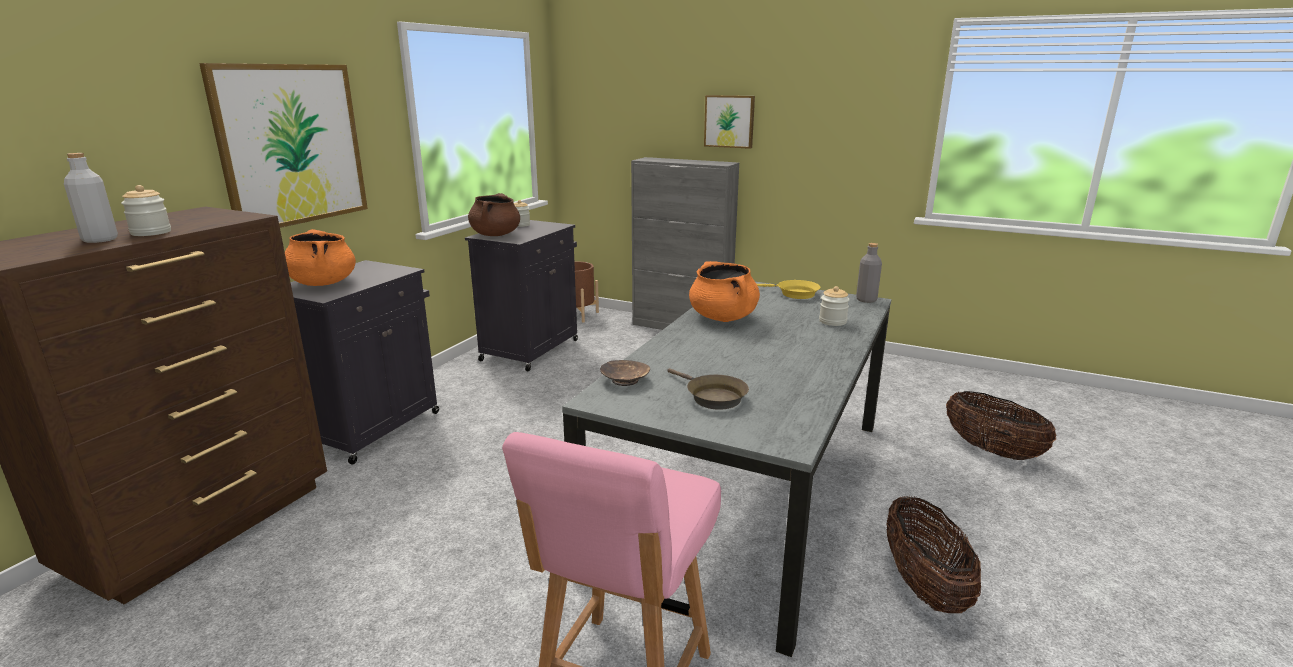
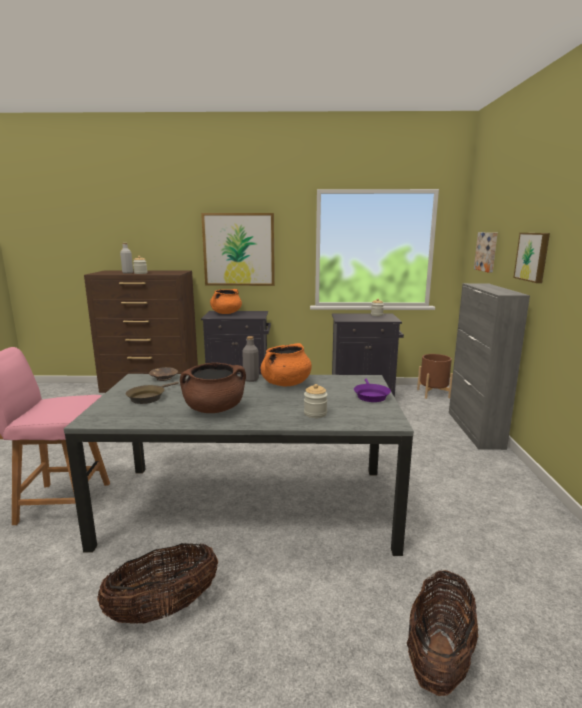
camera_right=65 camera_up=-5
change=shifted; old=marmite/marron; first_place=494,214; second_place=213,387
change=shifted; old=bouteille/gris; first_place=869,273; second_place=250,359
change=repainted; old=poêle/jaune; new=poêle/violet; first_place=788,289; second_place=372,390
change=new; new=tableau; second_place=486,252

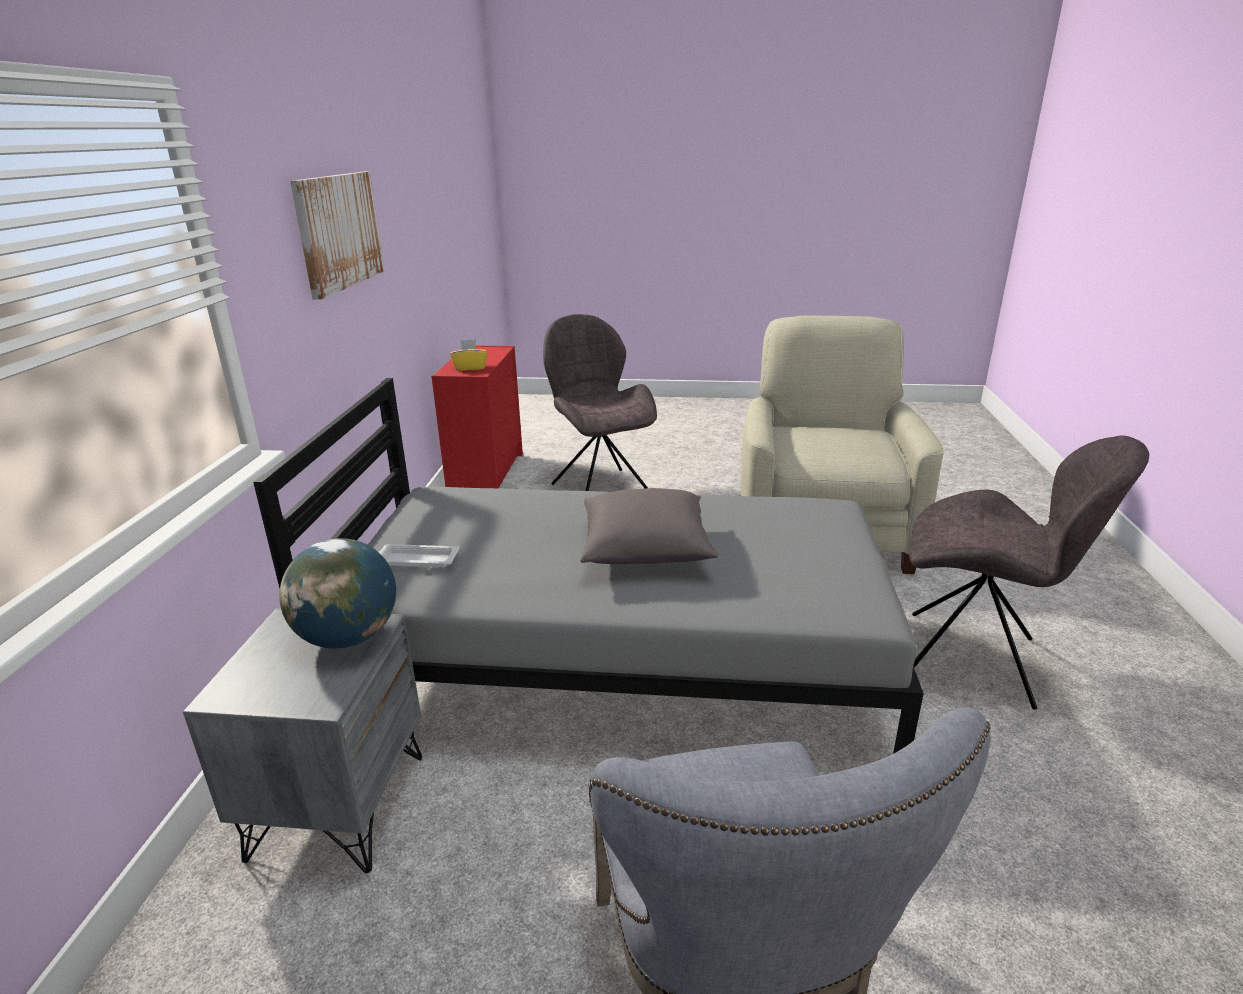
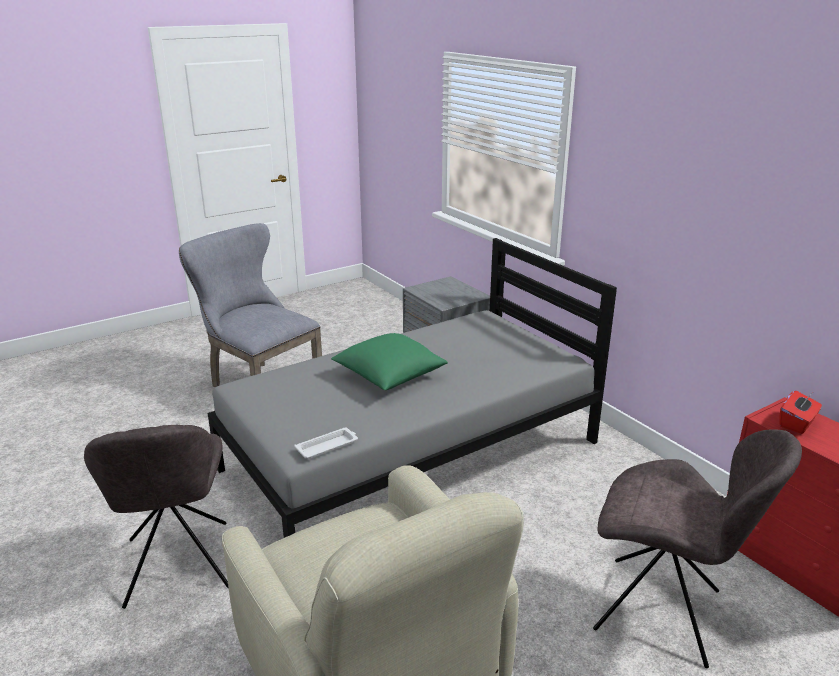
camera_right=140 camera_up=0
change=rotated; old=chaise/gris; first_place=1029,573; second_place=156,517; degrees=-90
change=shifted; old=plateau/blanc; first_place=419,555; second_place=326,443
change=repainted; old=coussin/gris; new=coussin/vert; first_place=649,526; second_place=389,361
change=repainted; old=boîte à mouchoirs/jaune; new=boîte à mouchoirs/rouge; first_place=468,355; second_place=800,412
change=gone; old=globe; first_place=337,593
change=gone; old=tableau; first_place=337,235

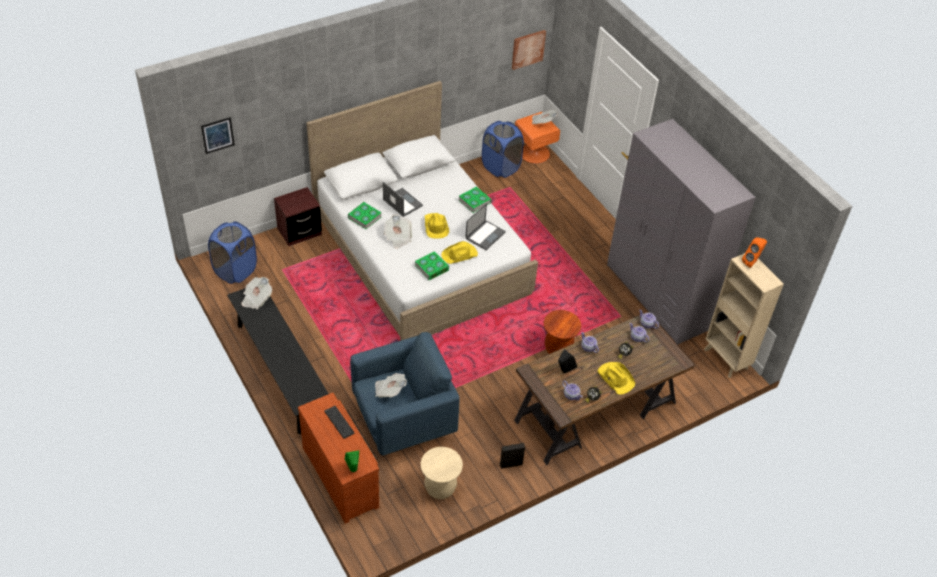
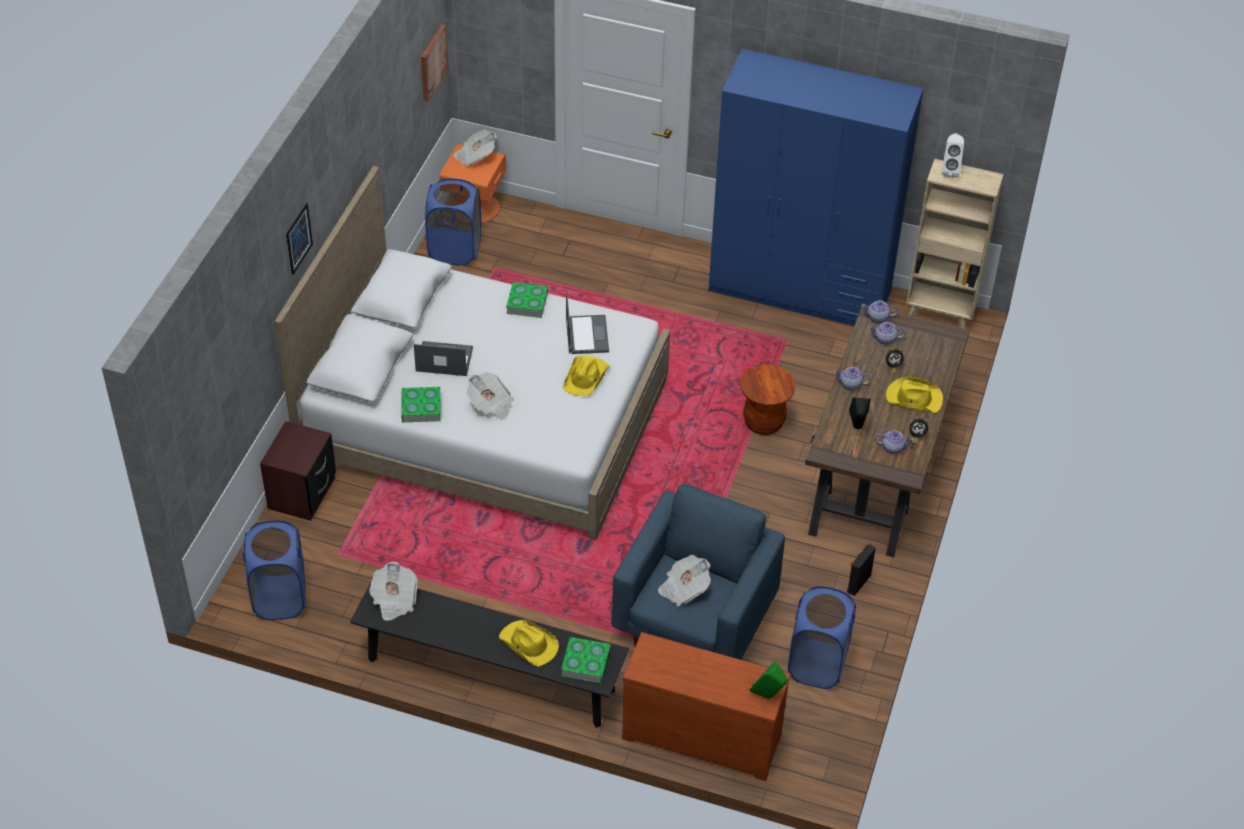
camera_right=-40 camera_up=0
change=shifted; old=tableau; first_place=218,135; second_place=299,239
change=shifted; old=chapeau/jaune; first_place=437,226; second_place=529,643
change=shifted; old=livre; first_place=432,265; second_place=586,660
change=repainted; old=armoire/gris; new=armoire/bleu; first_place=681,232; second_place=816,187
change=swapped; old=tabouret/beige; new=panier à linge/bleu; first_place=442,473; second_place=822,637
change=repainted; old=enceinte/orange; new=enceinte/blanc; first_place=754,252; second_place=953,155
change=gone; old=clavier; first_place=339,422

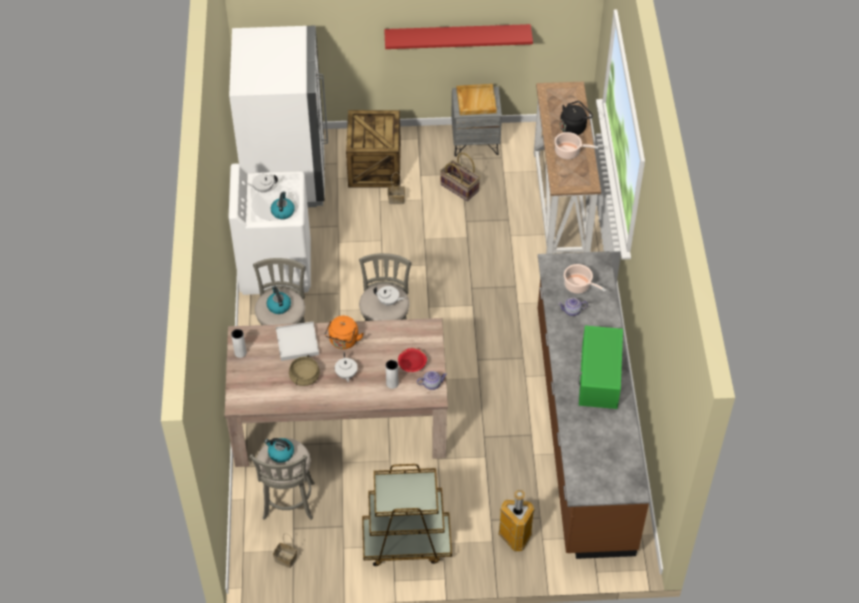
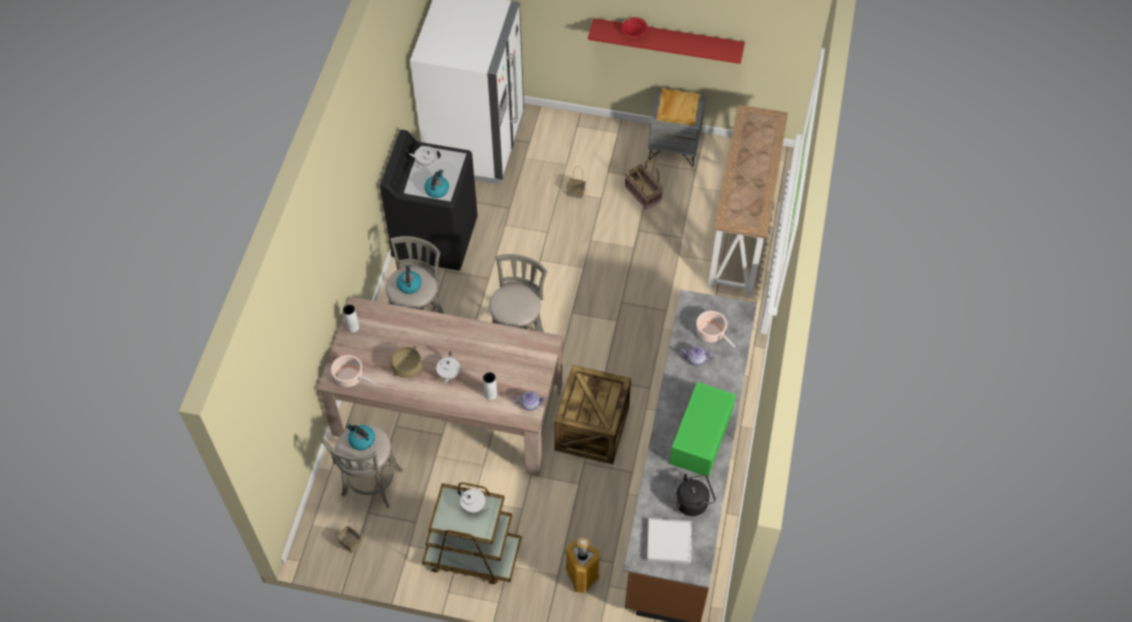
camera_right=15 camera_up=5
change=shifted; old=marmite; first_place=576,145; second_place=353,371
change=repainted; old=lave-linge/blanc; new=lave-linge/noir; first_place=269,229; second_place=429,200
change=shifted; old=théière/blanc; first_place=389,296; second_place=474,501
change=shifted; old=caisse; first_place=373,149; second_place=592,414
change=shifted; old=bol/rouge; first_place=412,360; second_place=635,27
change=shifted; old=plateau/blanc; first_place=297,341; second_place=669,541
change=shifted; old=bouilloire/noir; first_place=576,118; second_place=696,495
change=gone; old=bouilloire/orange; first_place=344,332

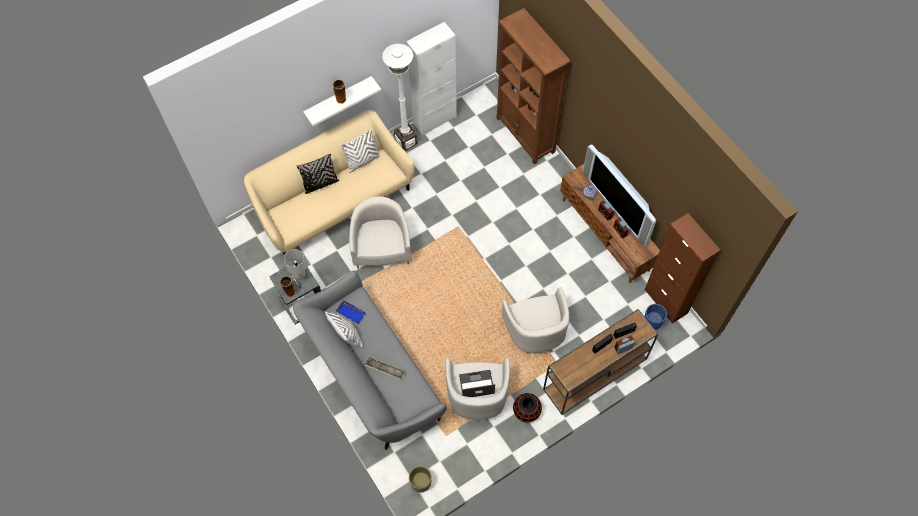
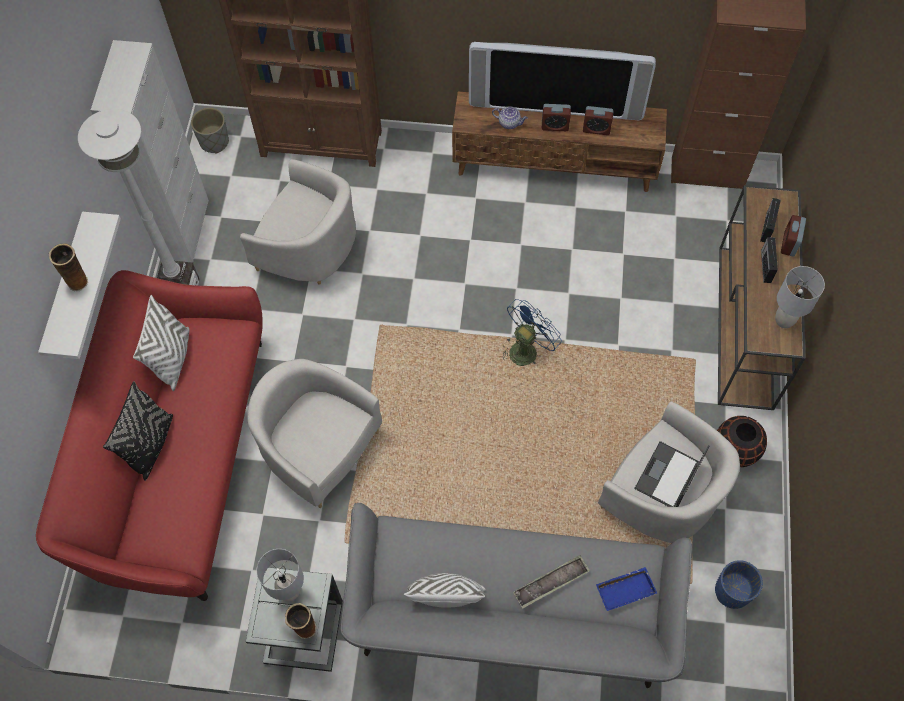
camera_right=-50 camera_up=0
change=repainted; old=canapé/beige; new=canapé/rouge; first_place=329,183; second_place=149,435
change=shifted; old=cache-pot/gris; first_place=420,479; second_place=210,130
change=shifted; old=fauteuil/blanc; first_place=535,320; second_place=298,222
change=new; new=ventilateur/bleu; second_place=532,332
change=shifted; old=plateau/bleu; first_place=351,312; second_place=626,589
change=shifted; old=cache-pot/bleu; first_place=656,317; second_place=739,584
change=new; new=lampe de table/gris; second_place=800,297

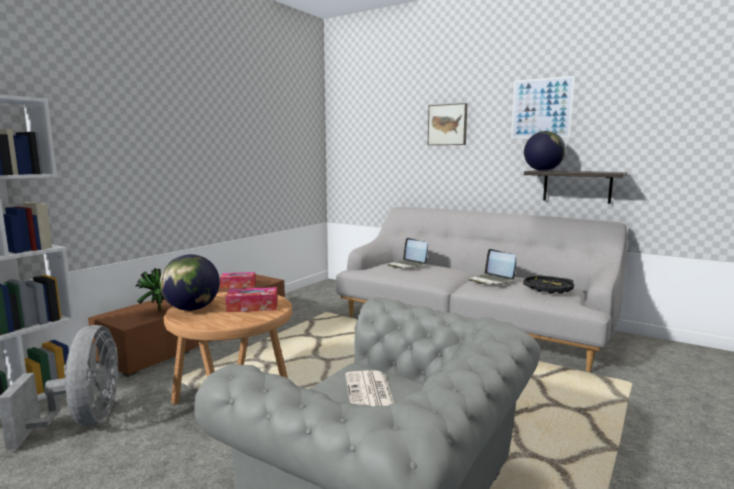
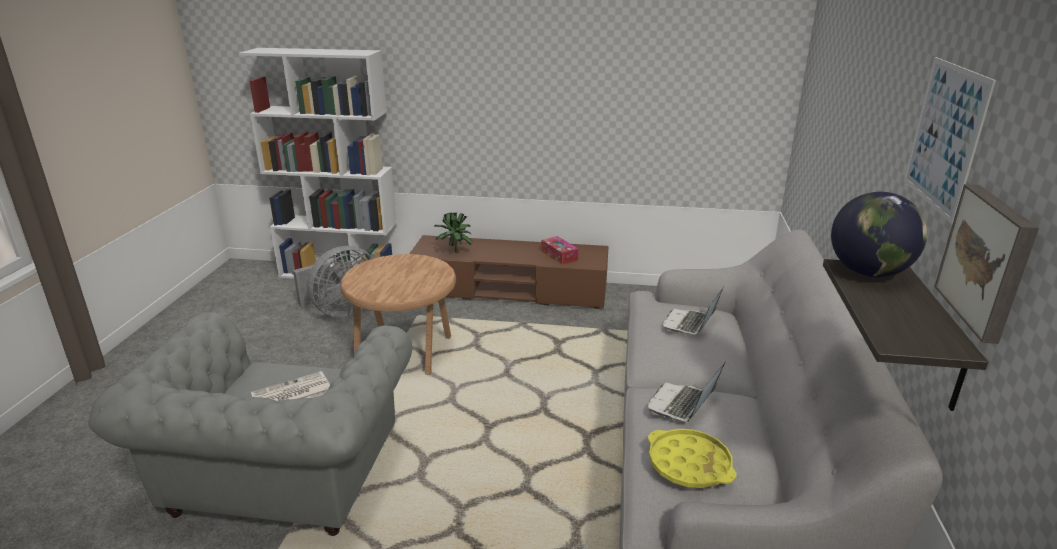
camera_right=65 camera_up=15
change=repainted; old=plateau/noir; new=plateau/jaune; first_place=548,285; second_place=692,458
change=shifted; old=tableau; first_place=447,124; second_place=986,264
change=gone; old=globe; first_place=190,282
change=gone; old=boîte à mouchoirs; first_place=252,299

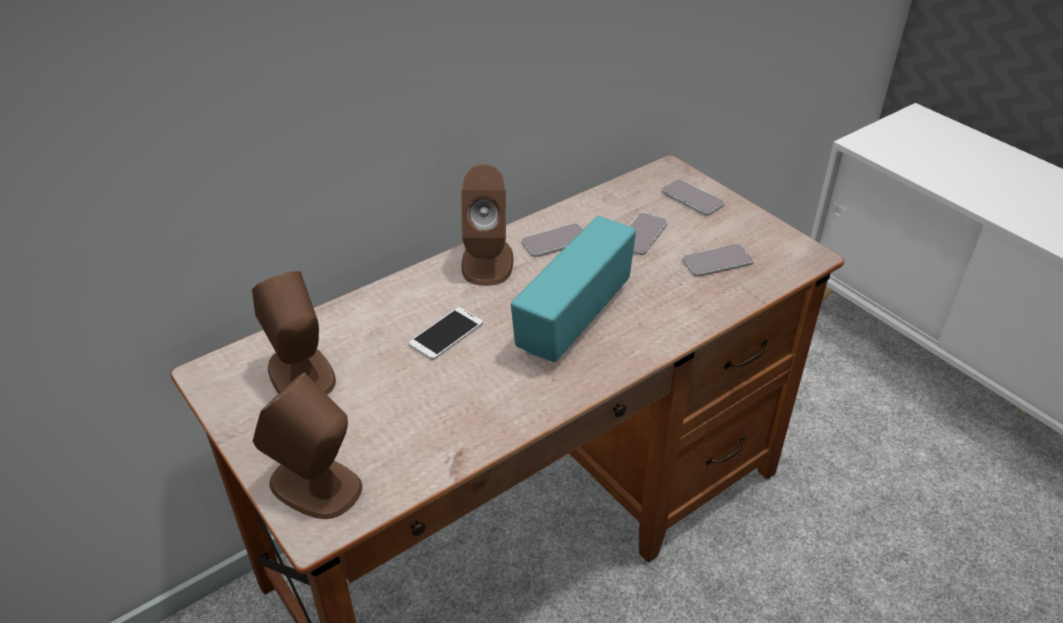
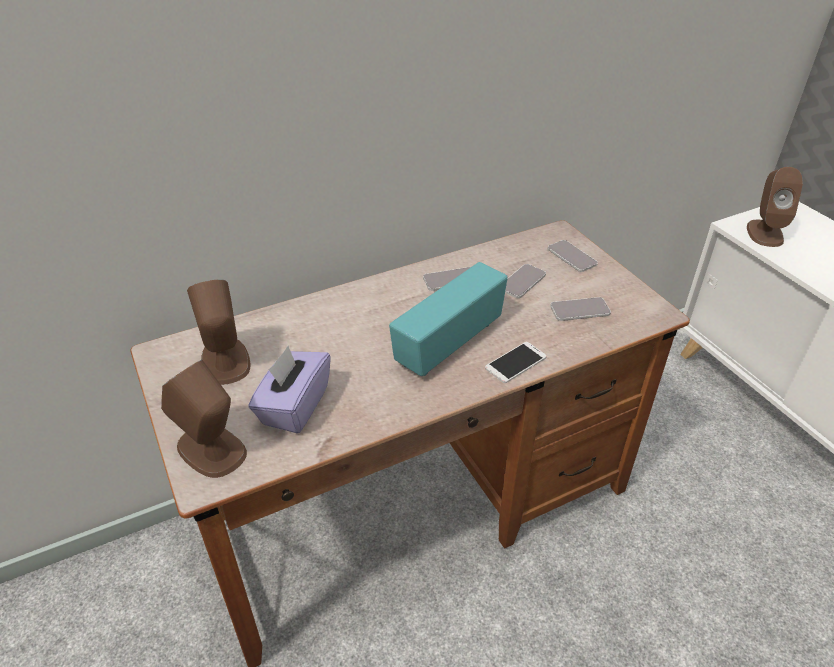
camera_right=10 camera_up=0
change=new; new=boîte à mouchoirs/violet; second_place=289,390
change=shifted; old=téléphone; first_place=446,333; second_place=515,362
change=shifted; old=enceinte/marron; first_place=487,225; second_place=775,207

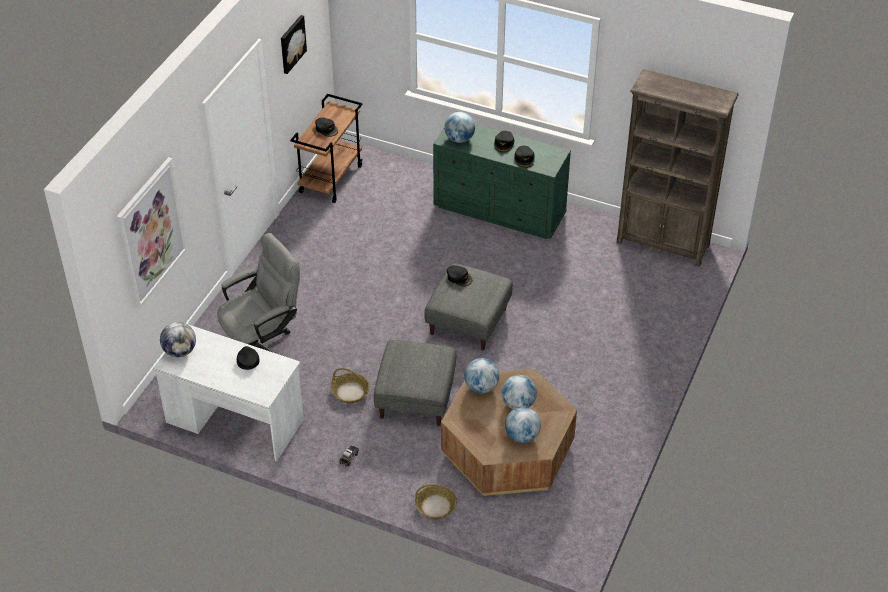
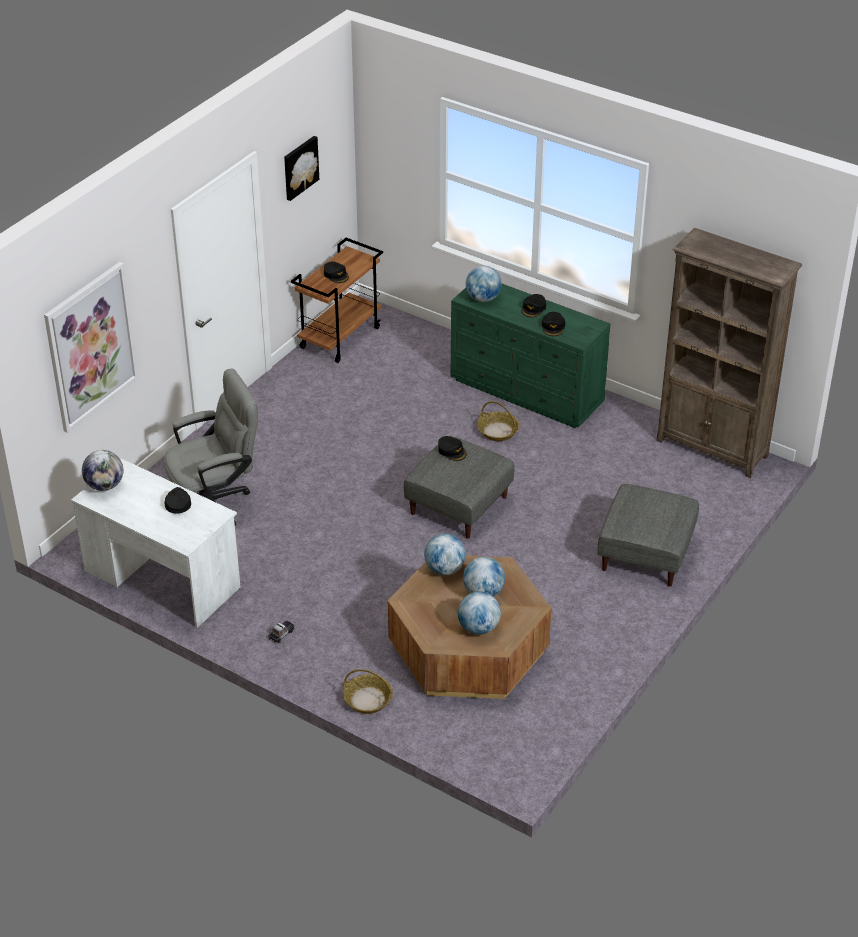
camera_right=10 camera_up=-5
change=shifted; old=panier; first_place=350,385; second_place=498,421
change=shifted; old=pouf/gris; first_place=415,383; second_place=648,535

